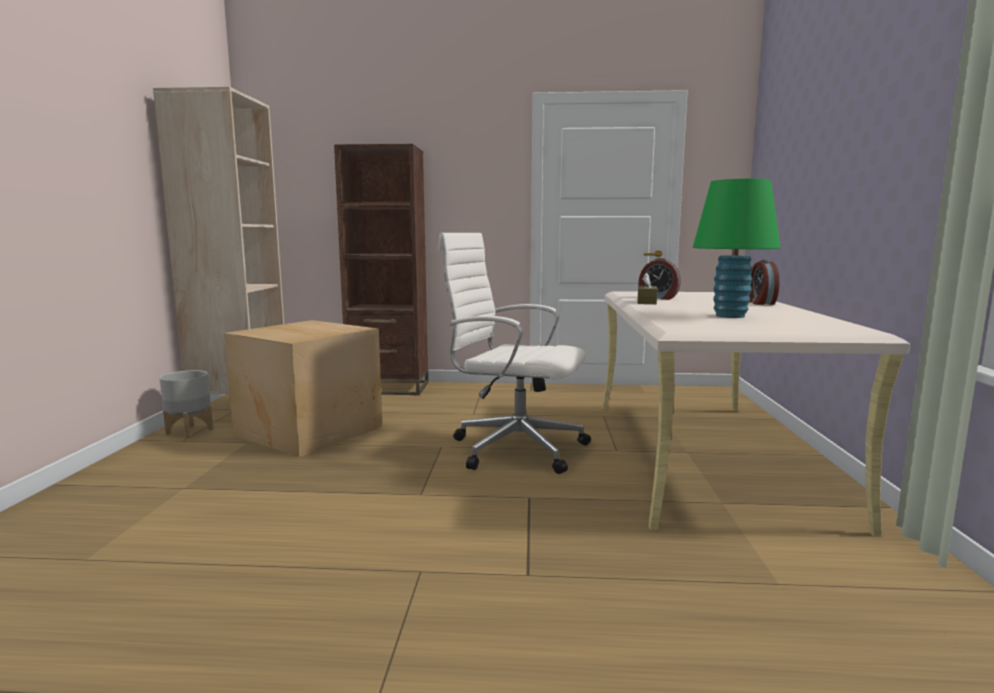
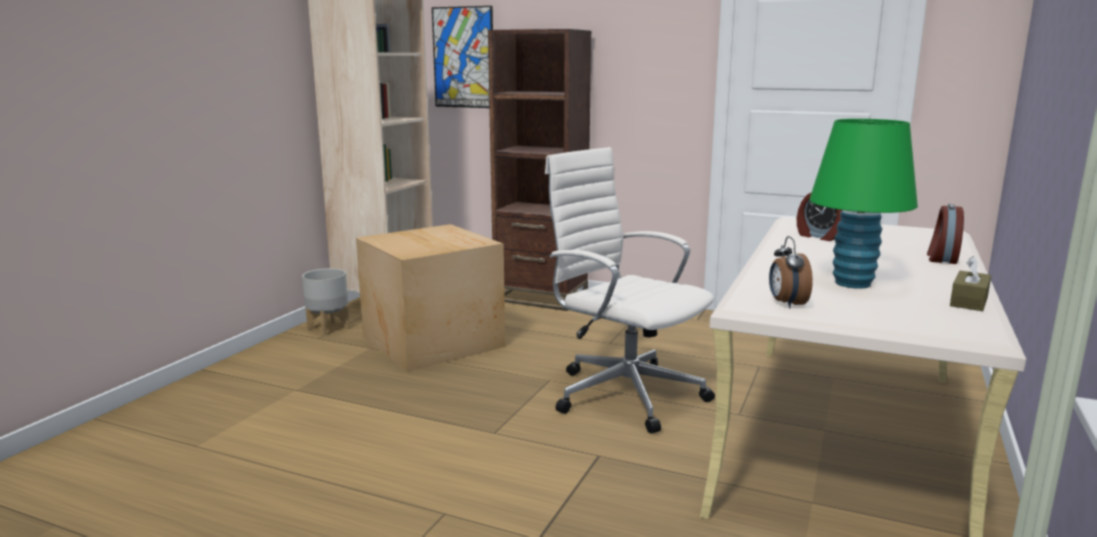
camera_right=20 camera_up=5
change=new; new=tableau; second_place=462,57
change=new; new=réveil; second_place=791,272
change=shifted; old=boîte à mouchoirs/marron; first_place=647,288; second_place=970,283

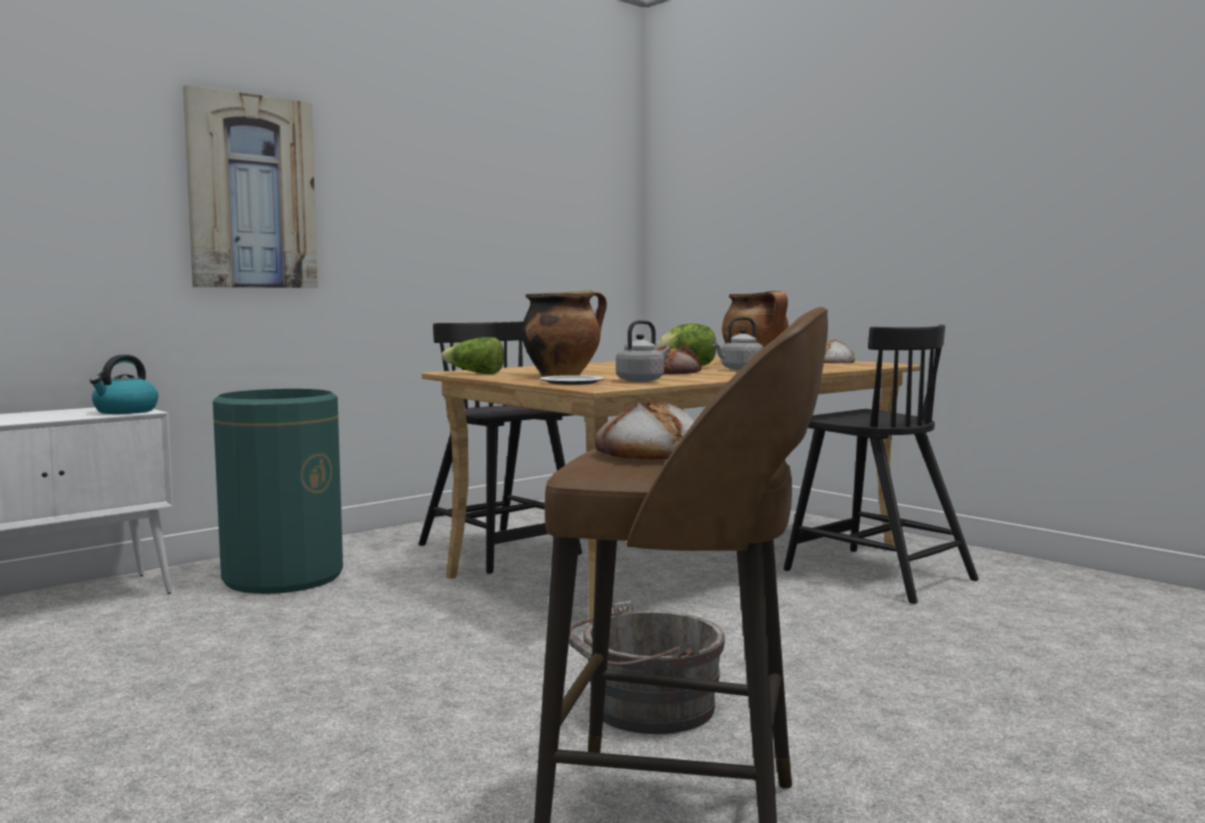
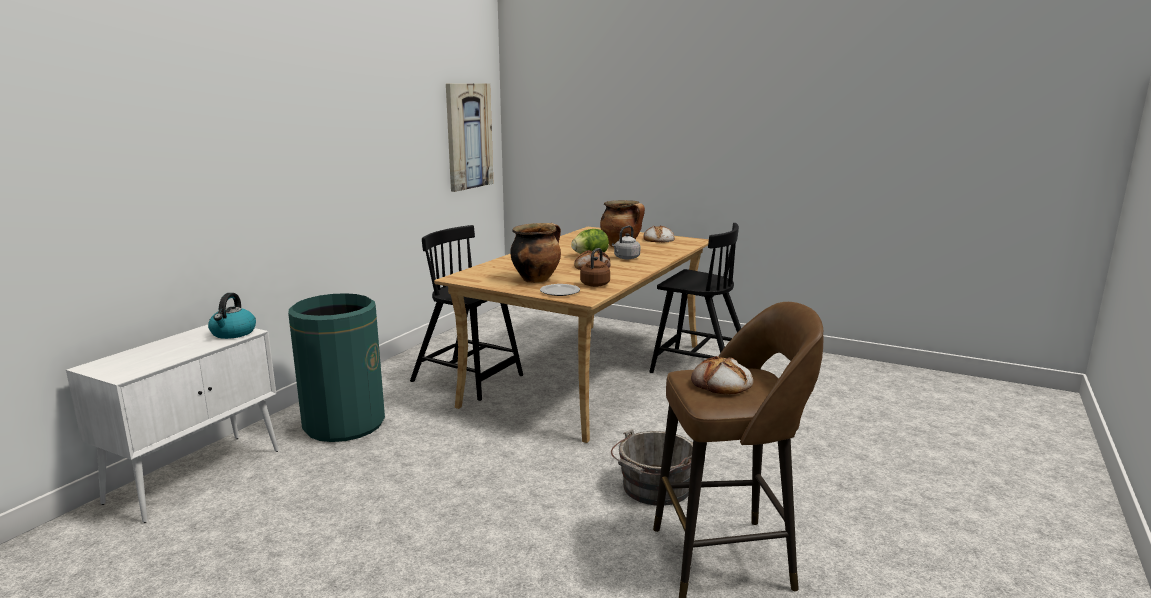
camera_right=-20 camera_up=10
change=shifted; old=tableau; first_place=250,186; second_place=469,138
change=repainted; old=bouilloire/gris; new=bouilloire/marron; first_place=643,351; second_place=595,267
change=gone; old=laitue; first_place=472,355

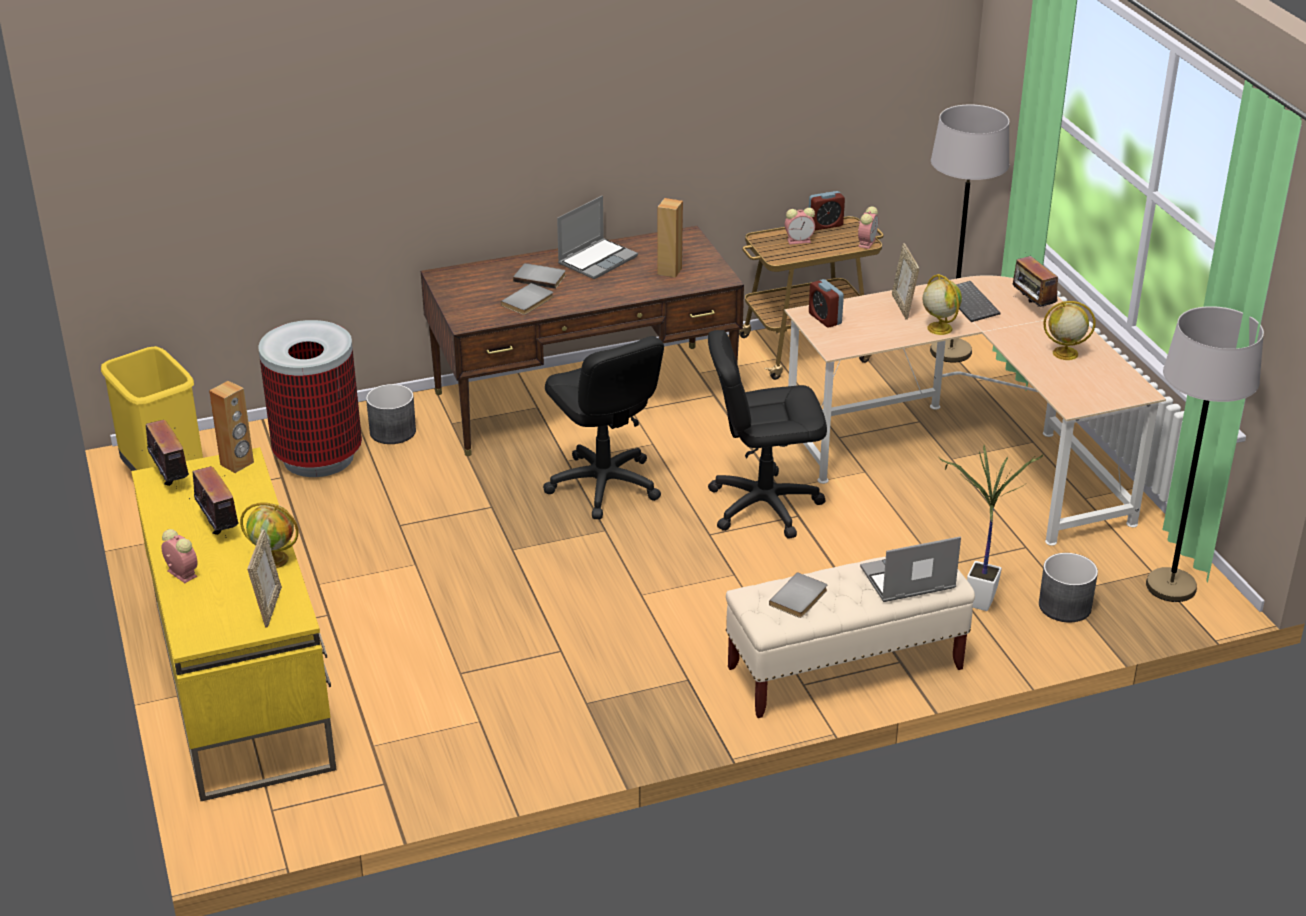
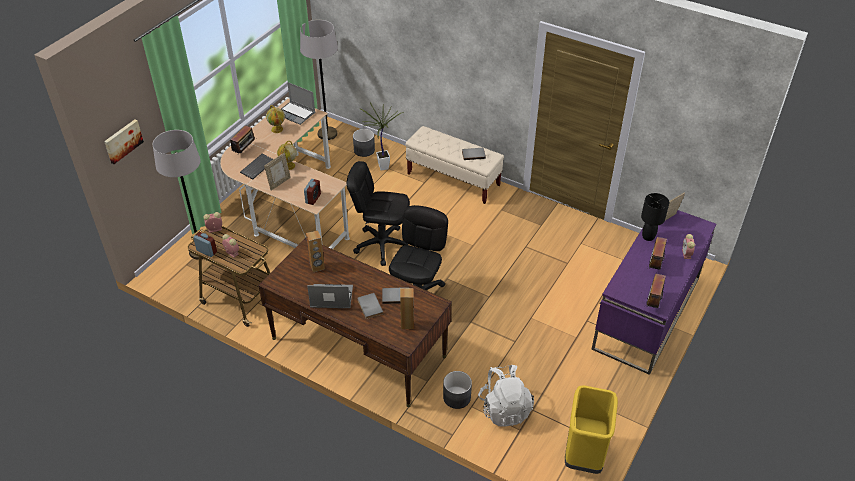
camera_right=-130 camera_up=10
change=new; new=tableau; second_place=124,142
change=shifted; old=ordinateur portable; first_place=910,569; second_place=298,103
change=rotated; old=chaise de bureau/noir; first_place=767,434; second_place=378,213; degrees=150
change=shifted; old=enceinte/marron; first_place=231,427; second_place=407,308
change=swapped; old=poubelle; new=sac à dos/blanc; first_place=310,398; second_place=506,396
change=repainted; old=bureau/jaune; new=bureau/violet; first_place=234,624; second_place=654,292
change=swapped; old=globe; new=lampe de table/noir; first_place=269,536; second_place=655,217

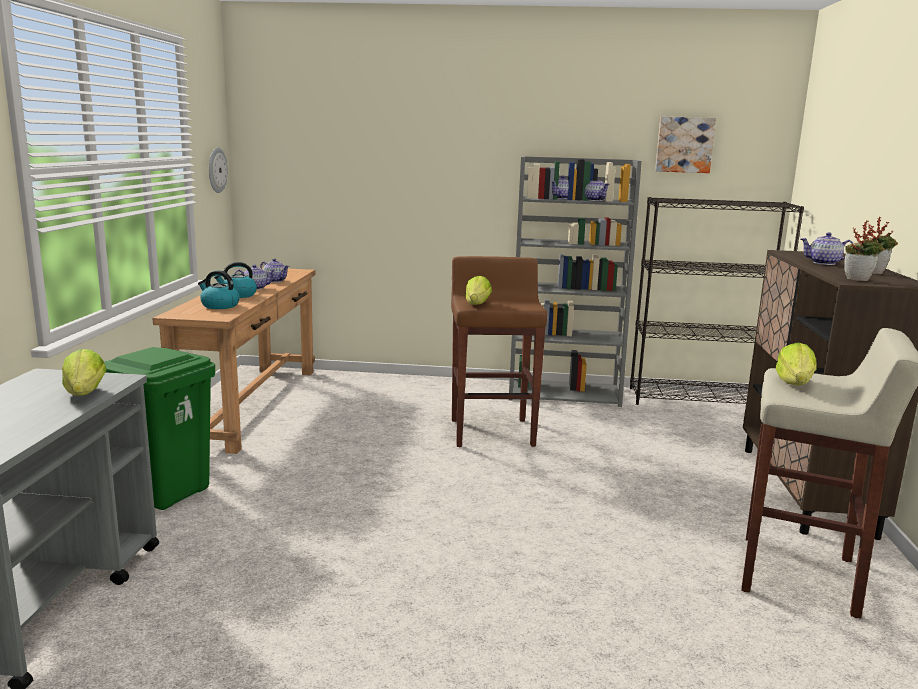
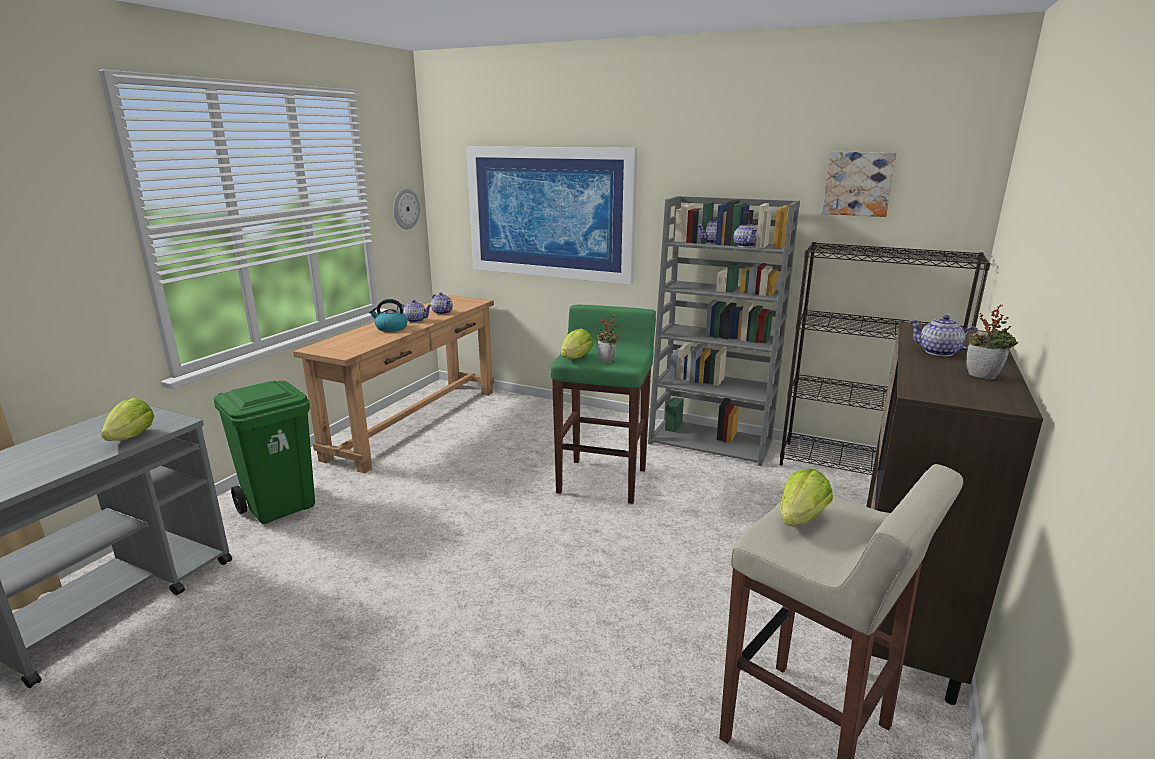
camera_right=20 camera_up=5
change=new; new=tableau; second_place=551,215
change=repainted; old=tabouret/marron; new=tabouret/vert; first_place=499,351; second_place=603,404
change=shifted; old=plante en pot; first_place=864,251; second_place=608,339
change=gone; old=bouilloire; first_place=219,289

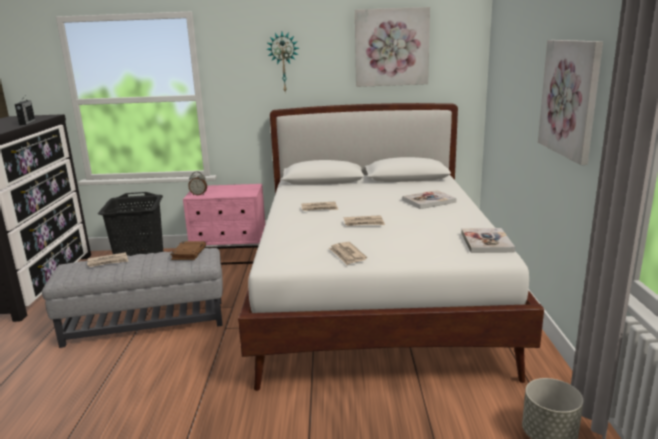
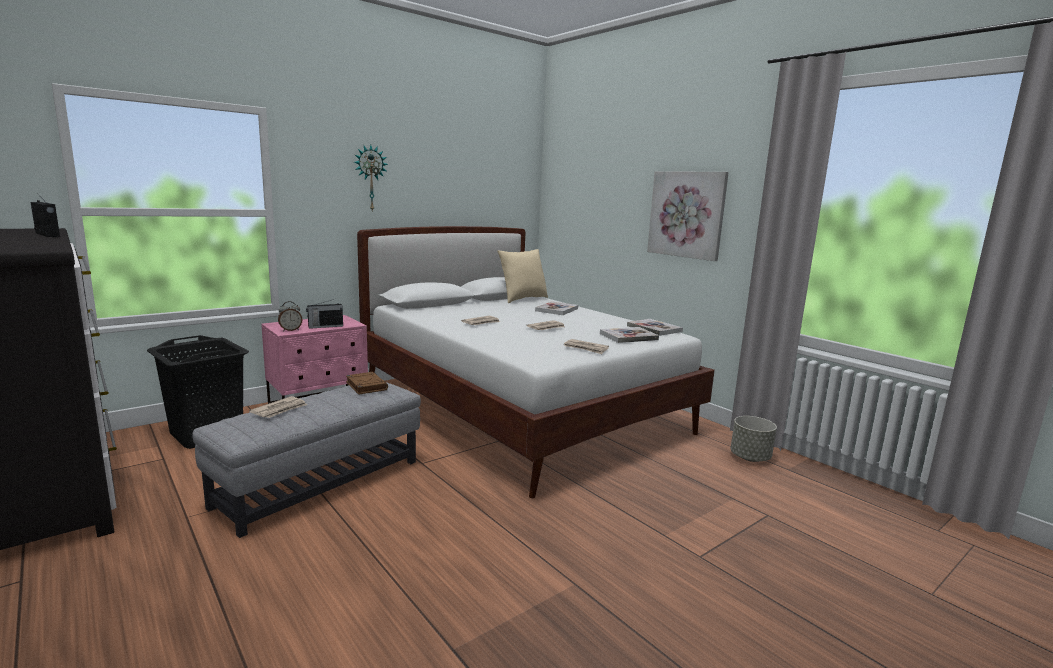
camera_right=-40 camera_up=-5
change=new; new=radio; second_place=324,314
change=new; new=coussin/beige; second_place=522,276
change=new; new=livre; second_place=629,335
change=gone; old=tableau; first_place=392,47

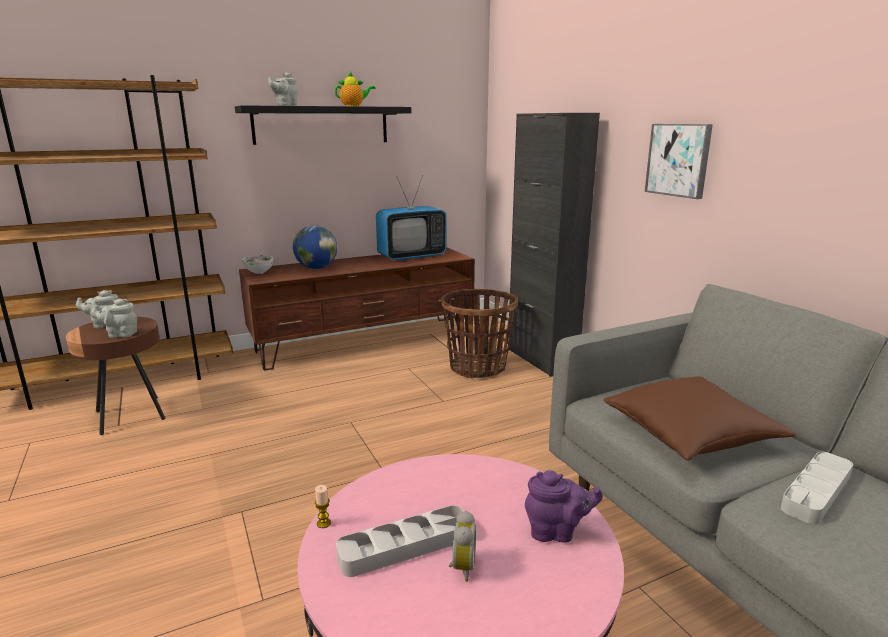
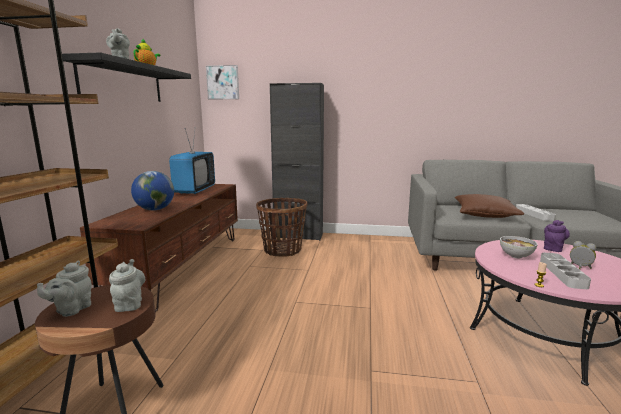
camera_right=-55 camera_up=-5
change=rotated; old=théière/gris; first_place=114,318; second_place=127,285; degrees=135
change=shifted; old=tableau; first_place=679,161; second_place=222,82
change=shifted; old=bol; first_place=257,264; second_place=519,247

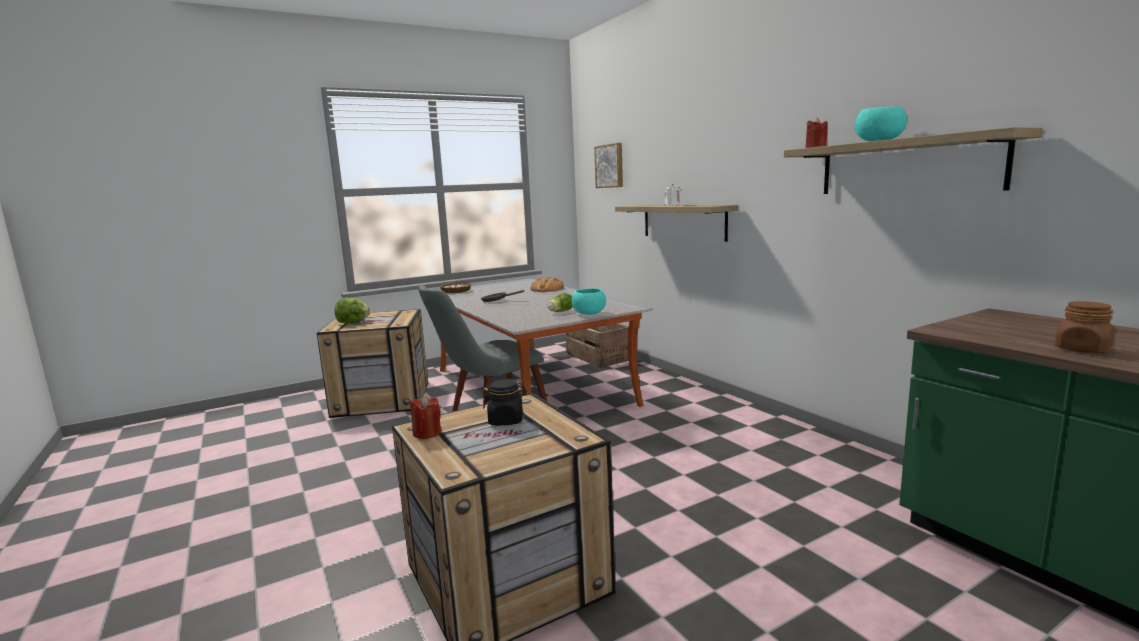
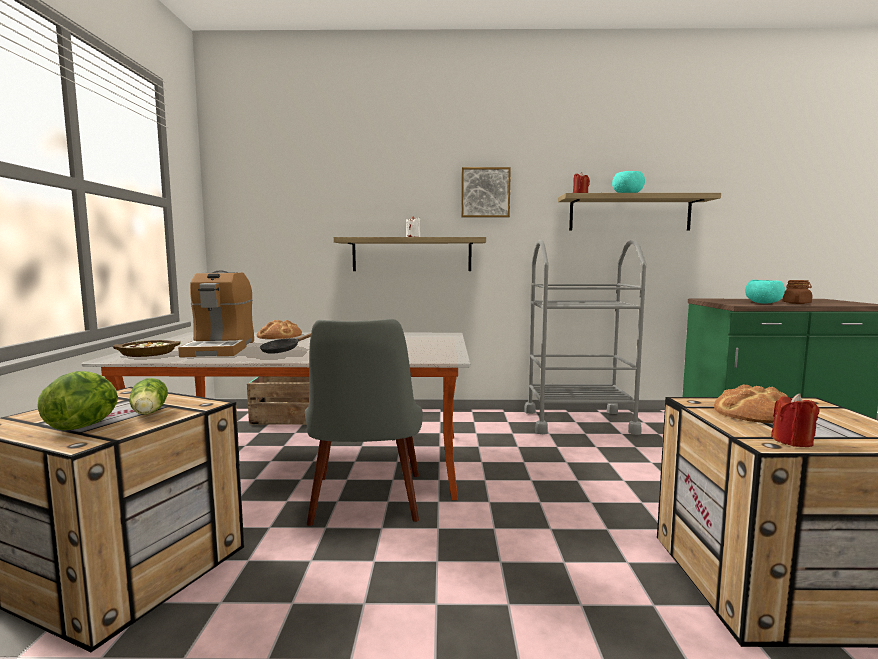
camera_right=-60 camera_up=-5
change=shifted; old=laitue; first_place=560,302; second_place=148,396
change=new; new=machine à café; second_place=216,313
change=shifted; old=tableau; first_place=608,165; second_place=486,192
change=new; new=chariot/gris; second_place=585,337
change=swapped; old=bocal/noir; new=pain; first_place=505,402; second_place=751,404
change=shifted; old=bol/turquoise; first_place=588,301; second_place=765,291

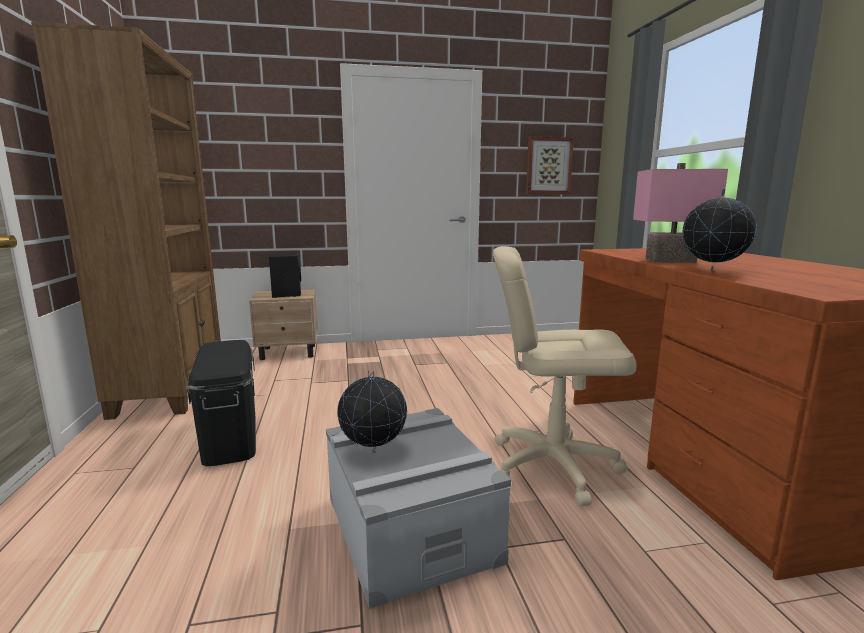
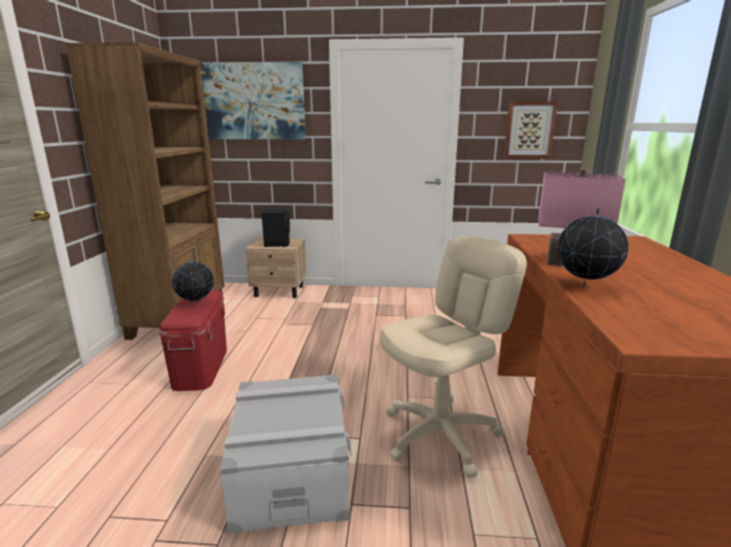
camera_right=15 camera_up=5
change=repainted; old=boîte de rangement/noir; new=boîte de rangement/rouge; first_place=221,403; second_place=193,340
change=shifted; old=globe; first_place=372,412; second_place=193,281
change=new; new=tableau; second_place=253,100
change=rotated; old=chaise de bureau/beige; first_place=565,376; second_place=453,357; degrees=120

